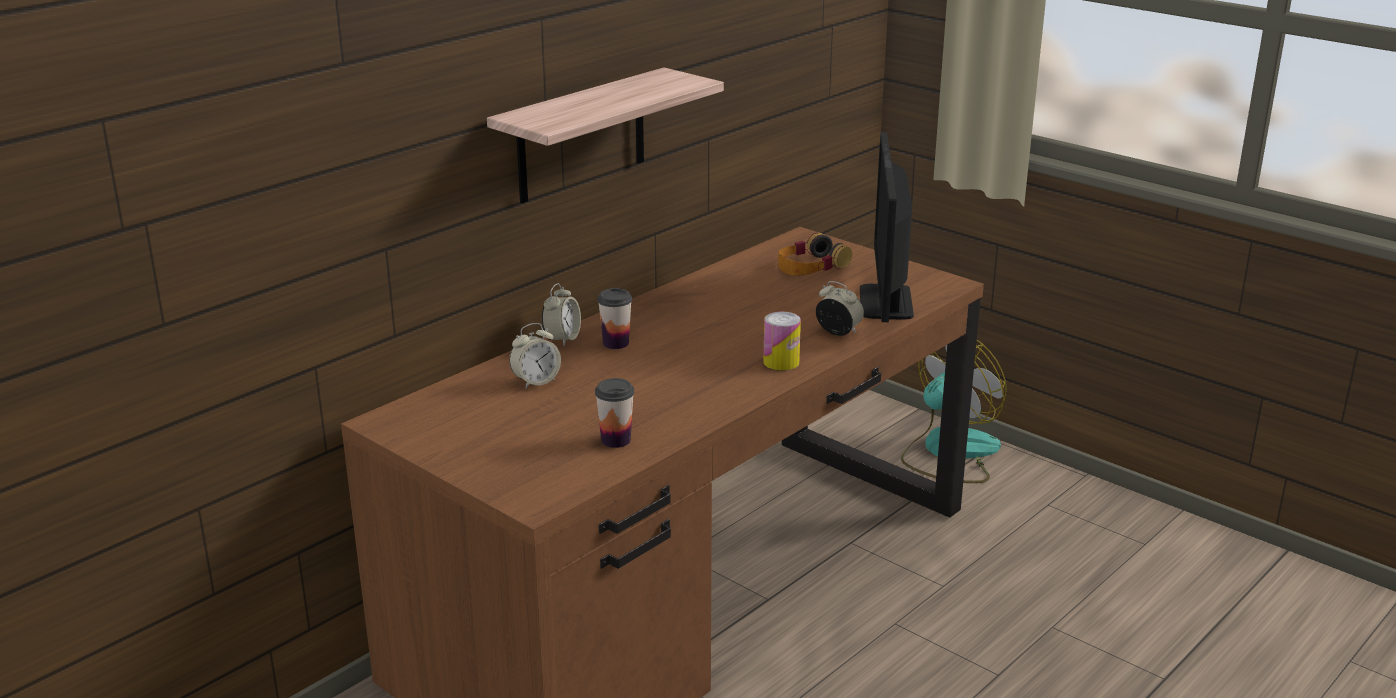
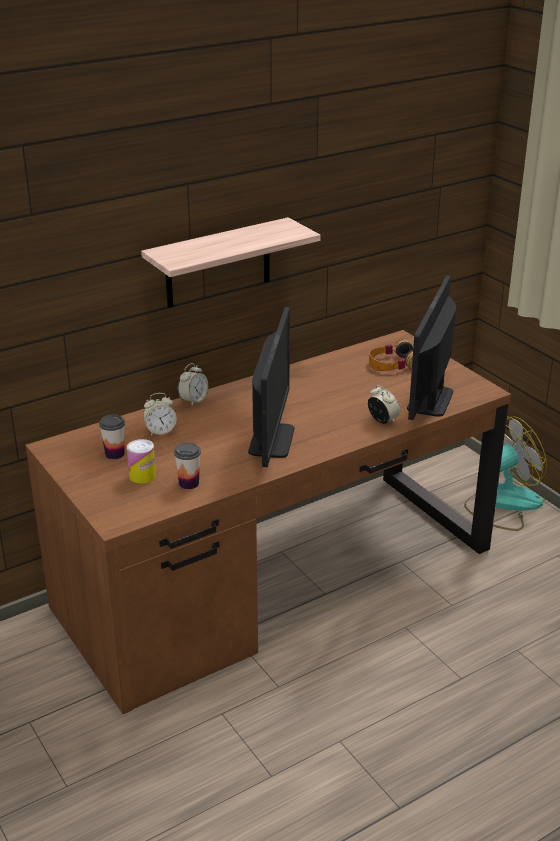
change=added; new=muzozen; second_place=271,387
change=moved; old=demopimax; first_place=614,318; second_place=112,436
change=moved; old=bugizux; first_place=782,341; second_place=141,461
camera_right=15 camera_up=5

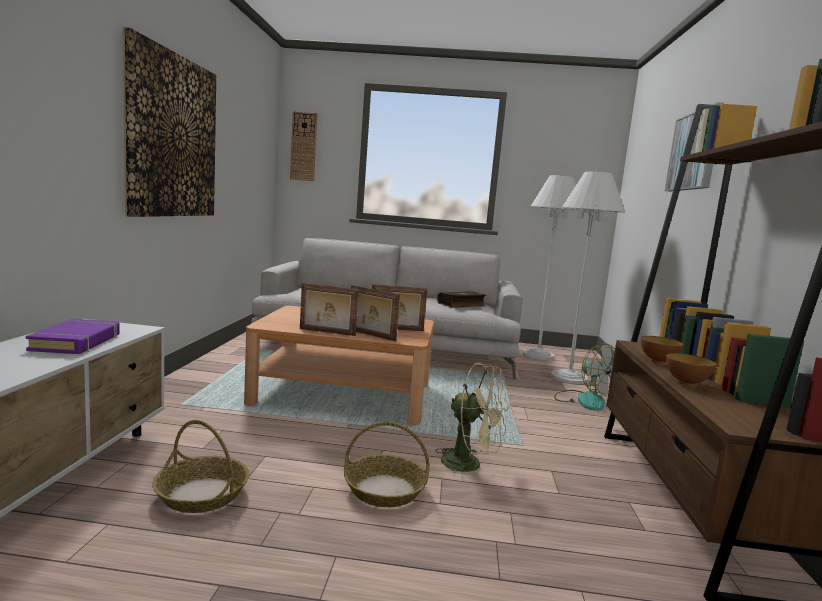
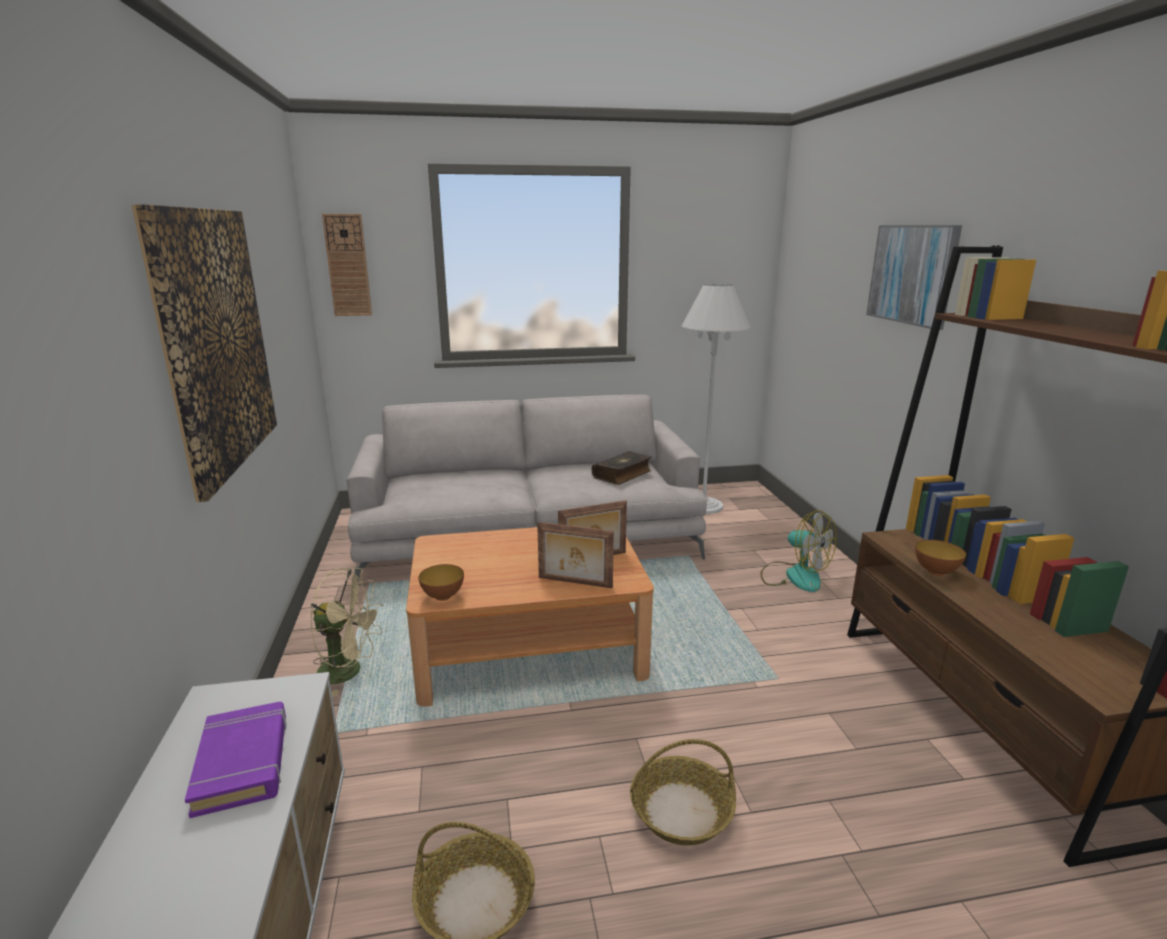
change=removed; old=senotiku; first_place=329,309
change=removed; old=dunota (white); first_place=588,278
change=moved; old=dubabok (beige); first_place=471,422; second_place=347,632
change=moved; old=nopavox; first_place=691,369; second_place=441,582
camera_right=-15 camera_up=10

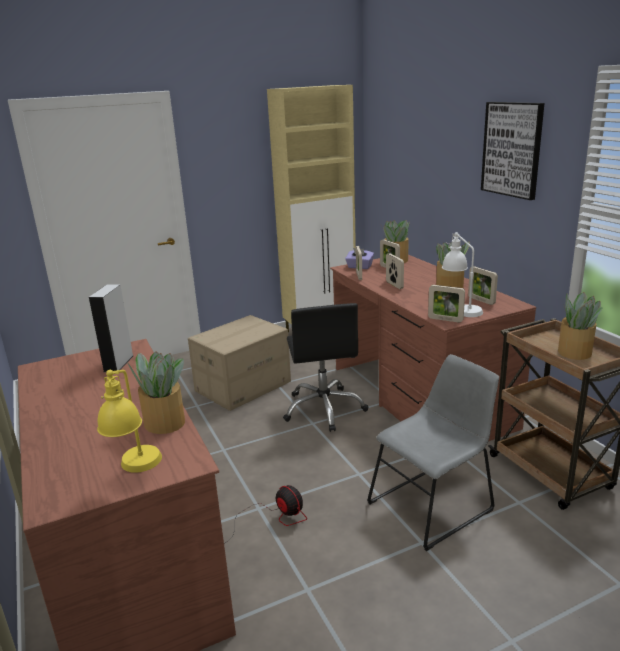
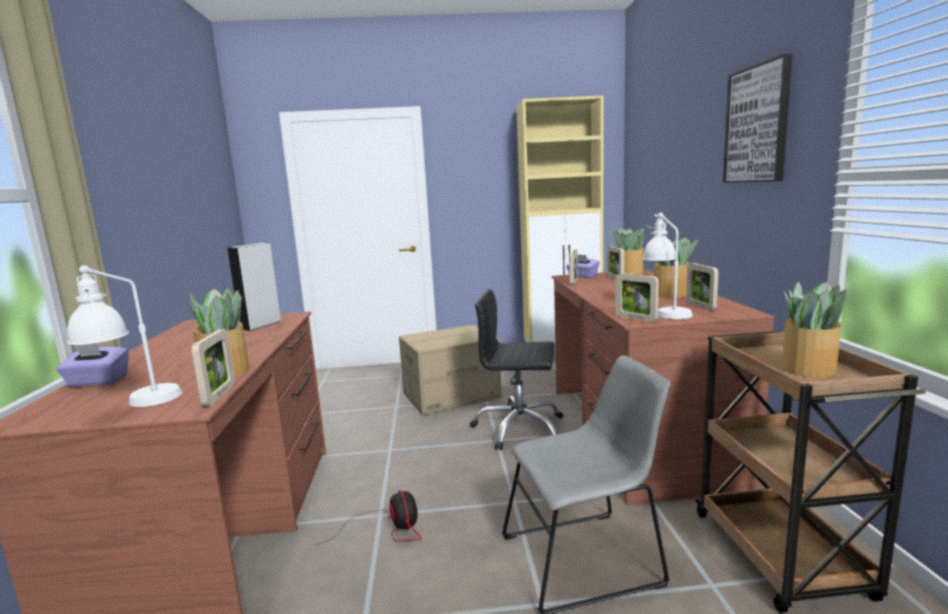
change=added; new=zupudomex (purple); second_place=92,365
change=moved; old=senotiku; first_place=395,271; second_place=213,367
change=recoloured; old=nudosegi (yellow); new=nudosegi (white); first_place=129,421; second_place=124,336
change=turned; old=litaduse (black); first_place=325,367; second_place=516,369; degrees=90
camera_right=20 camera_up=-10

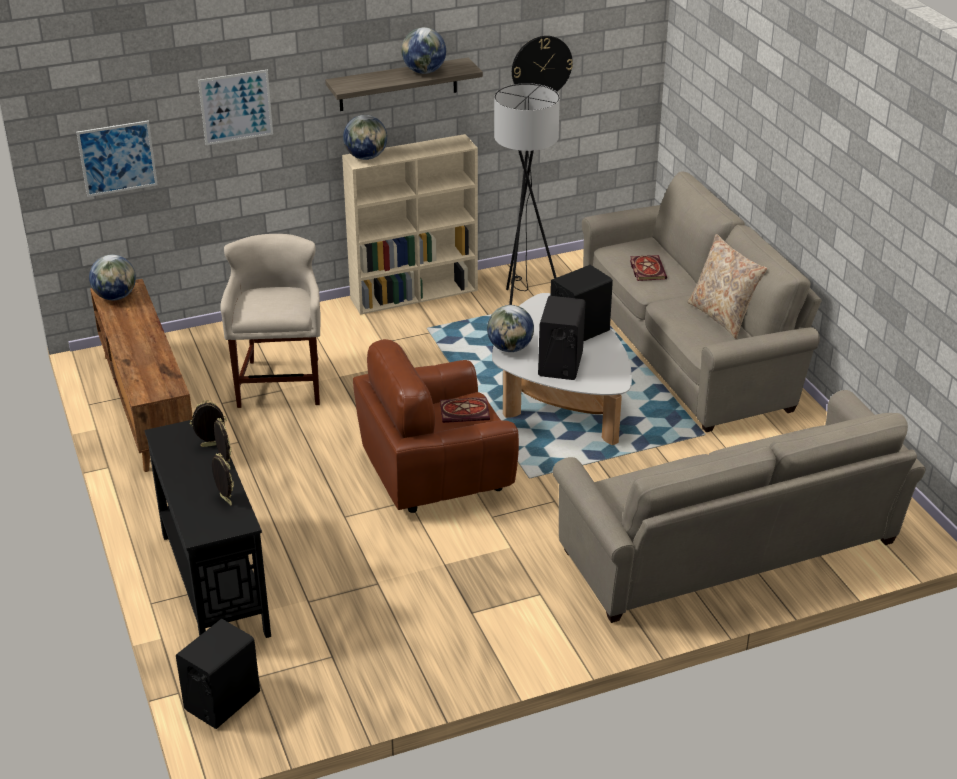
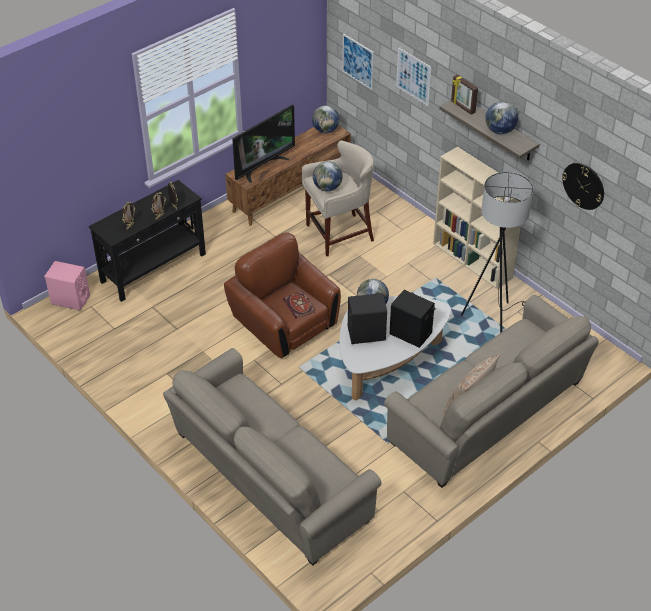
change=removed; old=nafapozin; first_place=648,268
change=added; new=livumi; second_place=263,143
change=added; new=senotiku; second_place=464,94
change=moved; old=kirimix; first_place=365,137; second_place=327,176
change=recoloured; old=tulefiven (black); new=tulefiven (pink); first_place=218,674; second_place=67,286
camera_right=70 camera_up=10

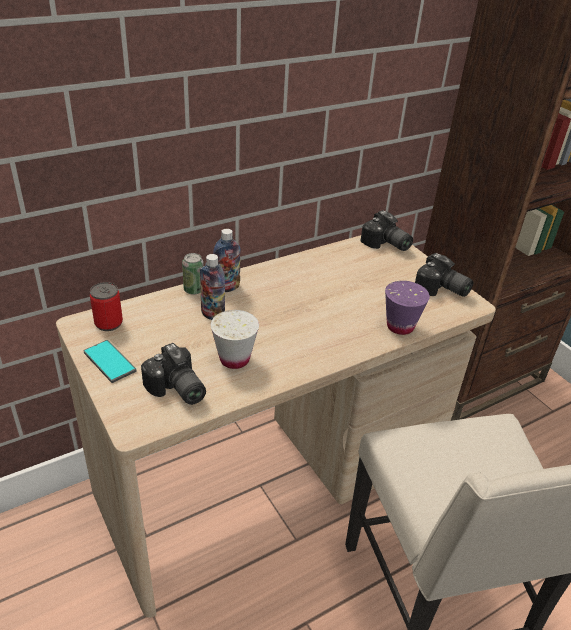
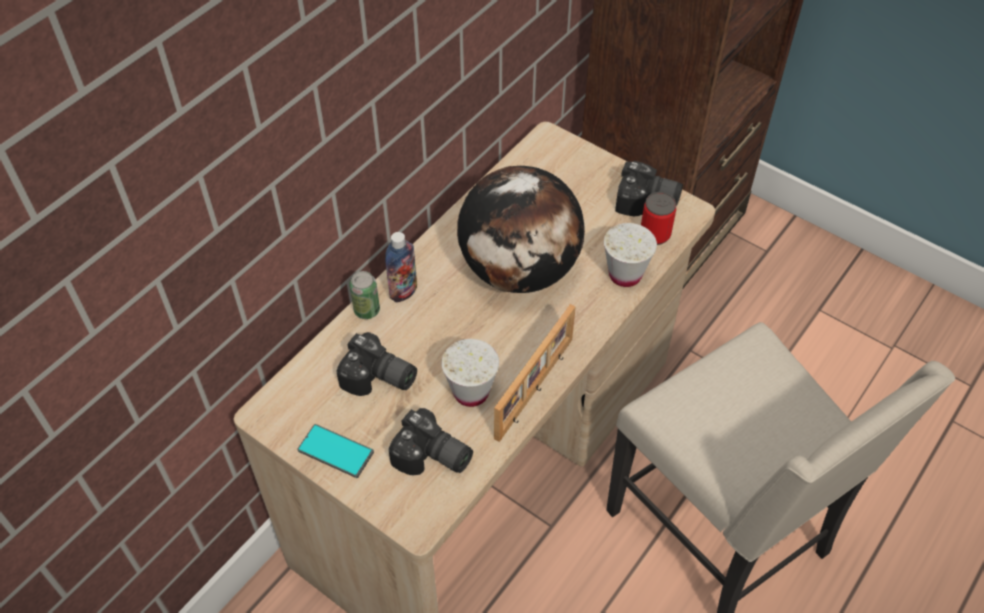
change=removed; old=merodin; first_place=212,287
change=added; new=kirimix; second_place=521,229
change=added; new=senotiku; second_place=535,373
change=moved; old=bugizux; first_place=106,306; second_place=658,218
change=moved; old=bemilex; first_place=387,230; second_place=377,364
change=recoloured; old=demopimax (purple); new=demopimax (white); first_place=407,308; second_place=630,255
camera_right=-20 camera_up=15

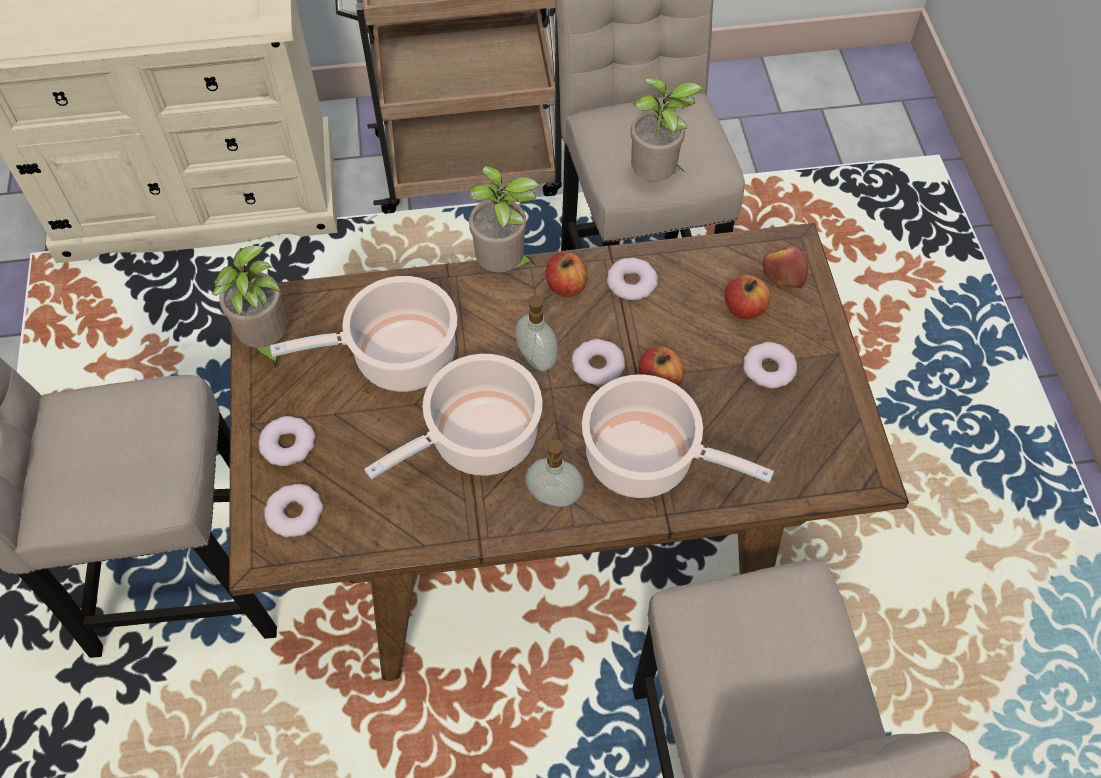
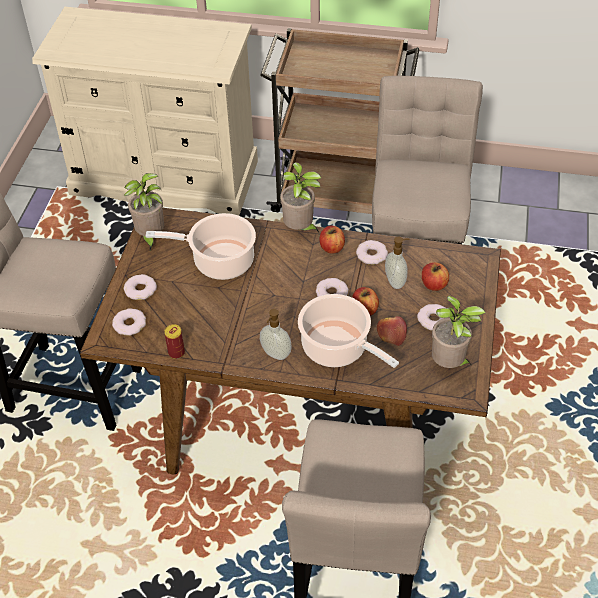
change=removed; old=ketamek; first_place=453,416
change=added; new=bugizux; second_place=174,341
change=moved; old=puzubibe; first_place=536,332; second_place=397,263
change=moved; old=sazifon; first_place=667,129; second_place=458,331
change=moved; old=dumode; first_place=785,267; second_place=392,331
camera_right=20 camera_up=-10

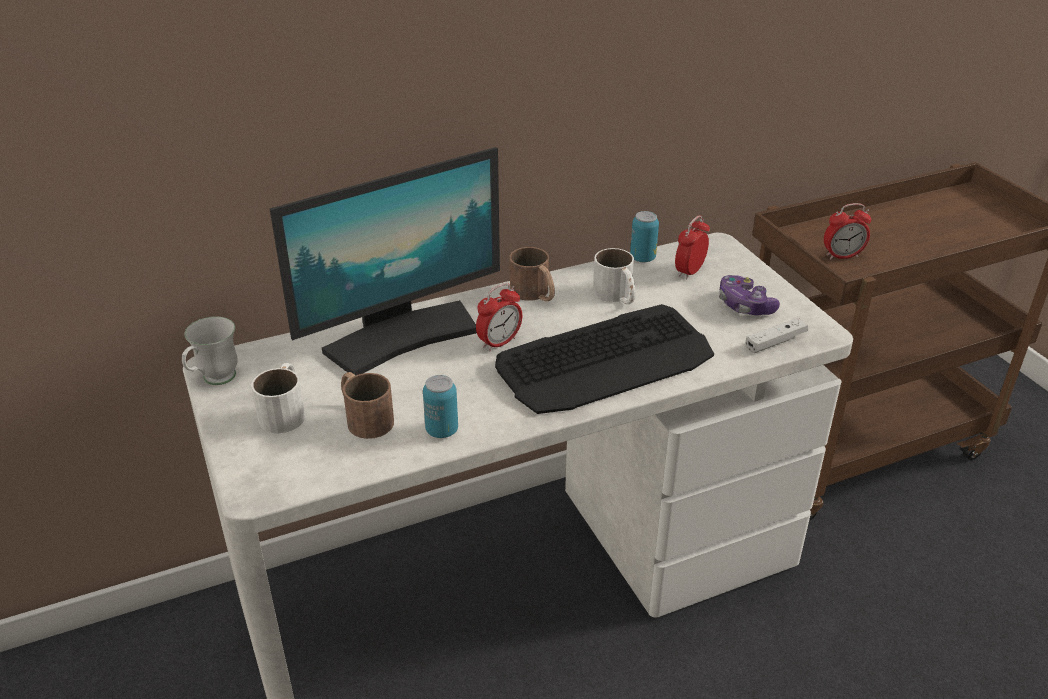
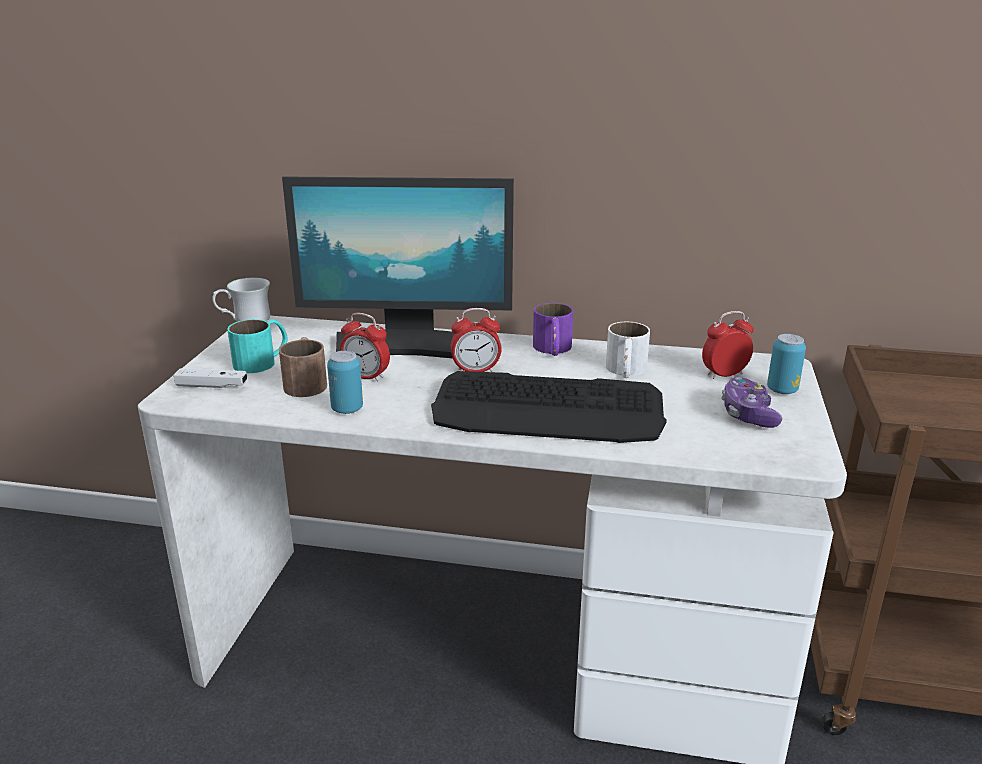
change=moved; old=bugizux; first_place=644,236; second_place=786,364
change=moved; old=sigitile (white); first_place=777,335; second_place=210,378
change=moved; old=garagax; first_place=847,231; second_place=365,347
change=recoloured; old=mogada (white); new=mogada (turquoise); first_place=278,398; second_place=257,346
change=recoloured; old=mogada (brown); new=mogada (purple); first_place=532,274; second_place=553,329
camera_right=35 camera_up=-10

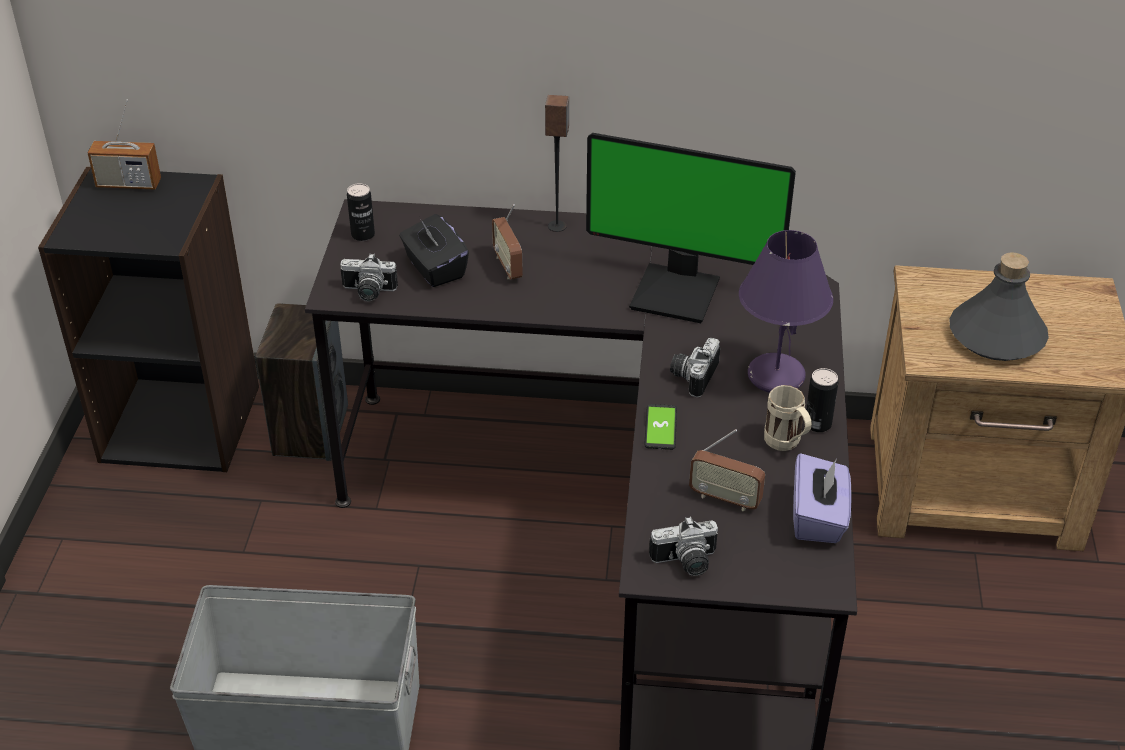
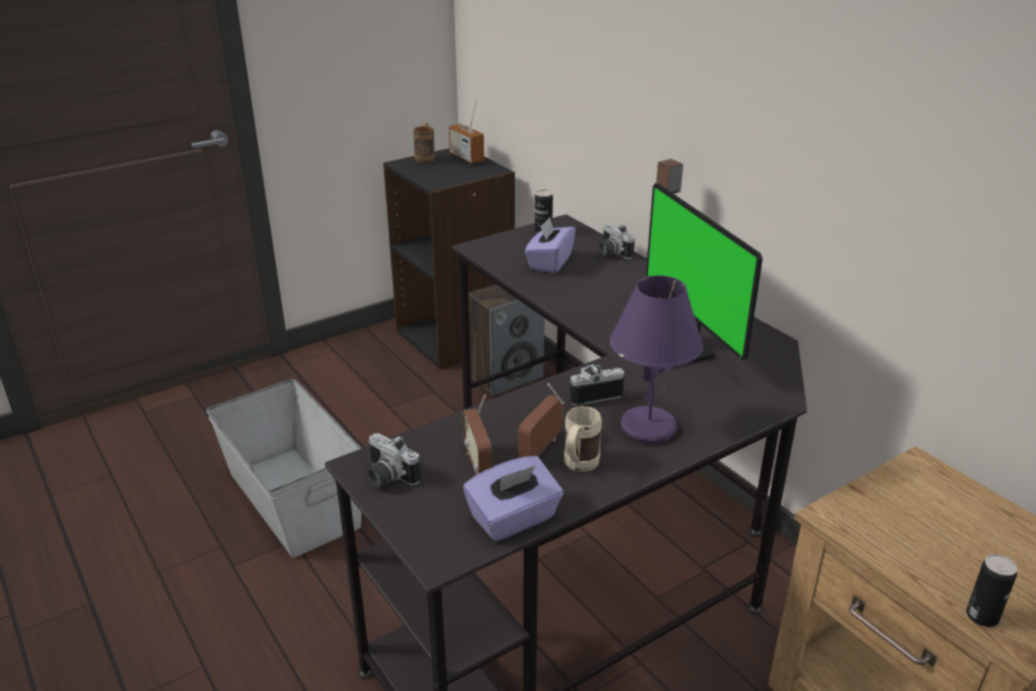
change=removed; old=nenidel; first_place=660,427
change=removed; old=merodin (grey); first_place=999,306
change=added; new=mogada (brown); second_place=424,143
change=moved; old=bemilex; first_place=369,277; second_place=617,241
change=moved; old=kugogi; first_place=507,241; second_place=541,420
change=moved; old=bugizux; first_place=822,400; second_place=992,590
change=recoloured; old=zupudomex (black); new=zupudomex (purple); first_place=434,250; second_place=550,245
camera_right=50 camera_up=-10

